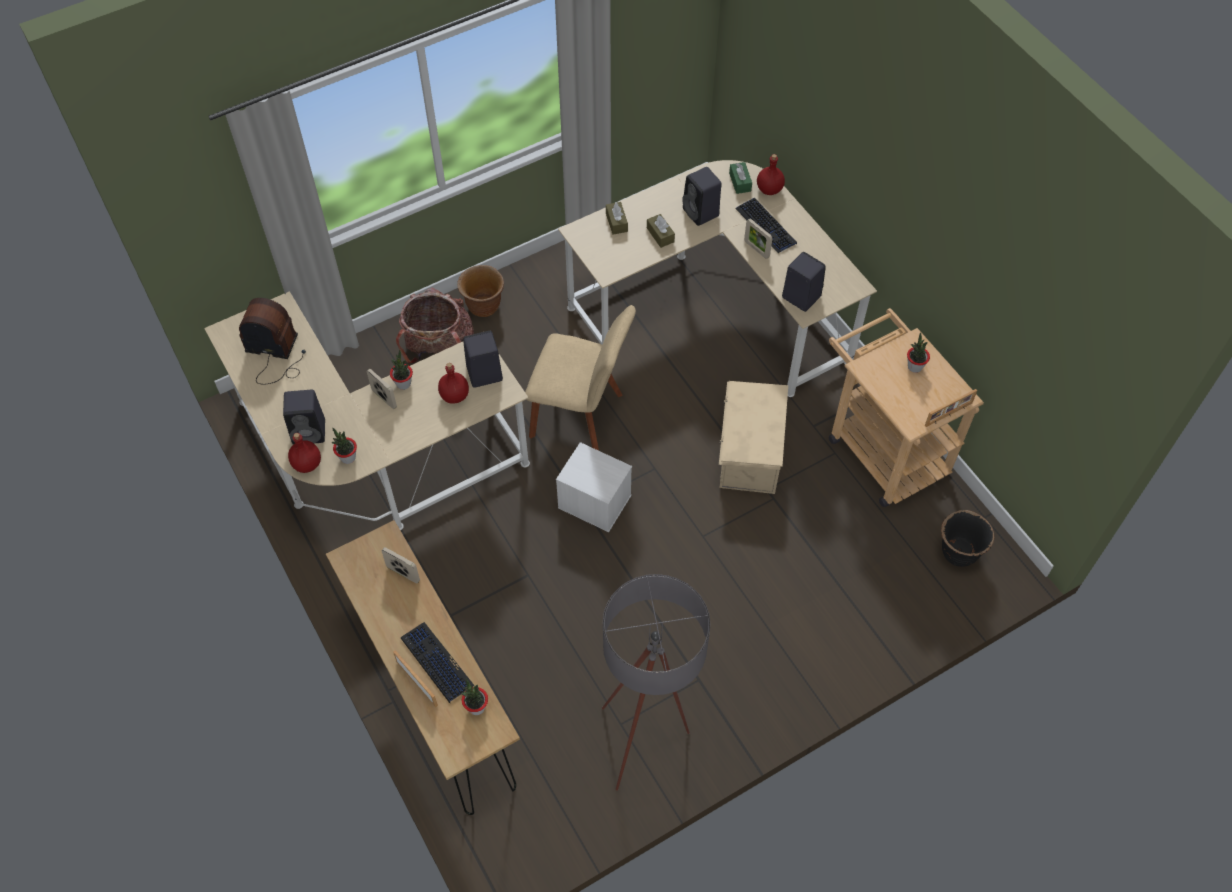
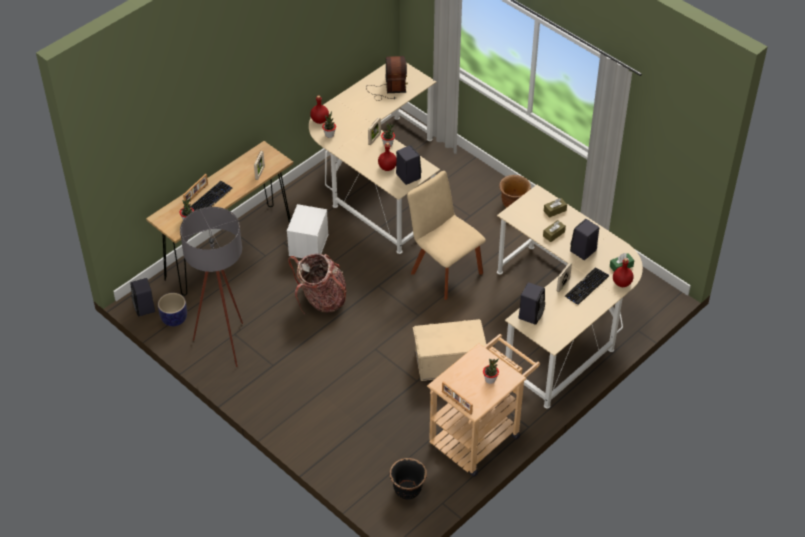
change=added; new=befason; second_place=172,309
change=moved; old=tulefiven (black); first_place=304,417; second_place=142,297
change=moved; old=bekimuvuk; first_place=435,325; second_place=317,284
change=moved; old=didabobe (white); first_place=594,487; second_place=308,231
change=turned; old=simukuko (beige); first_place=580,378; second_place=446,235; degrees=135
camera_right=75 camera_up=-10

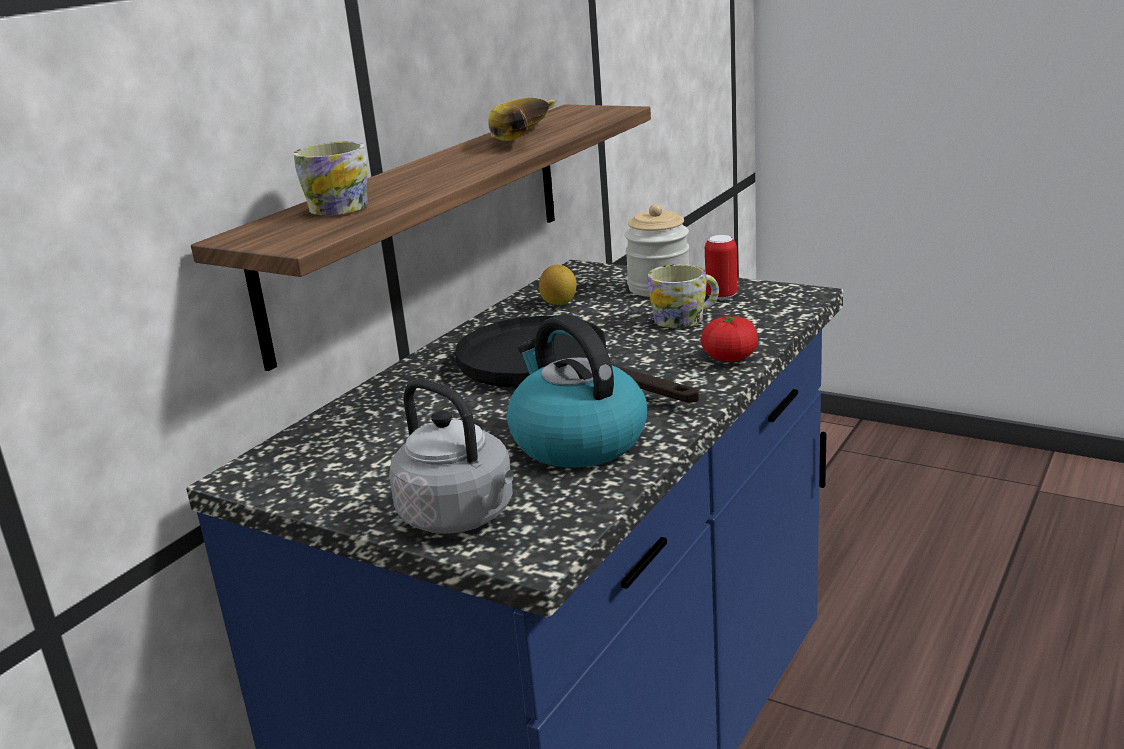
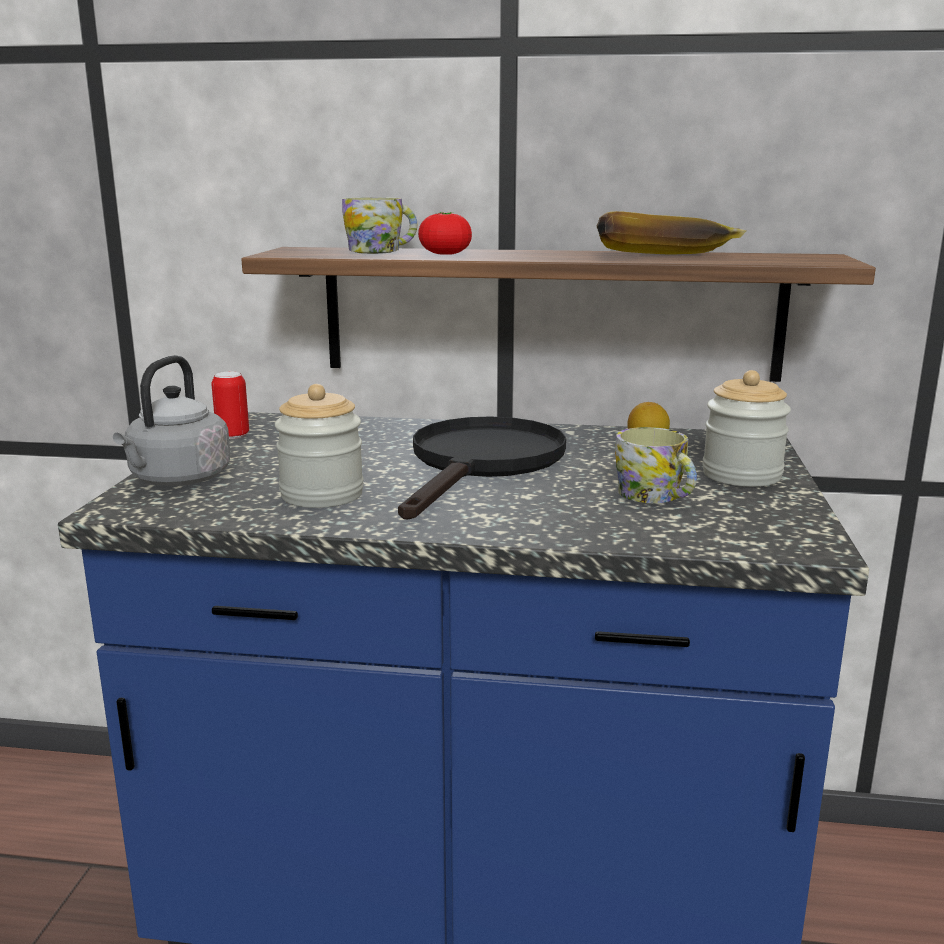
change=moved; old=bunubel; first_place=729,339; second_place=445,233
change=moved; old=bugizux; first_place=721,267; second_place=230,406
change=replaced; old=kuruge; new=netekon; first_place=577,391; second_place=319,446
camera_right=65 camera_up=-5

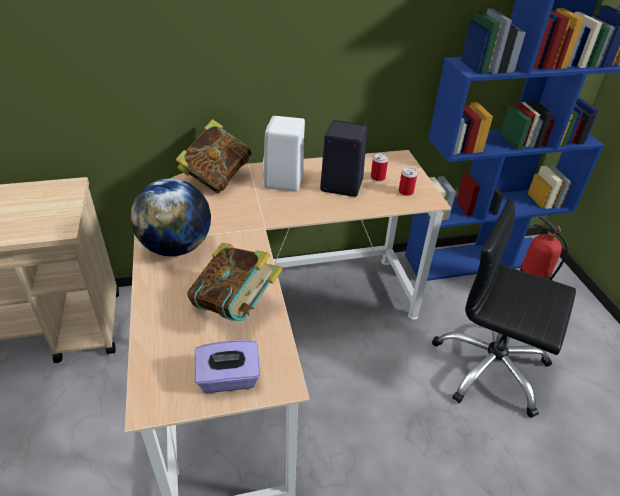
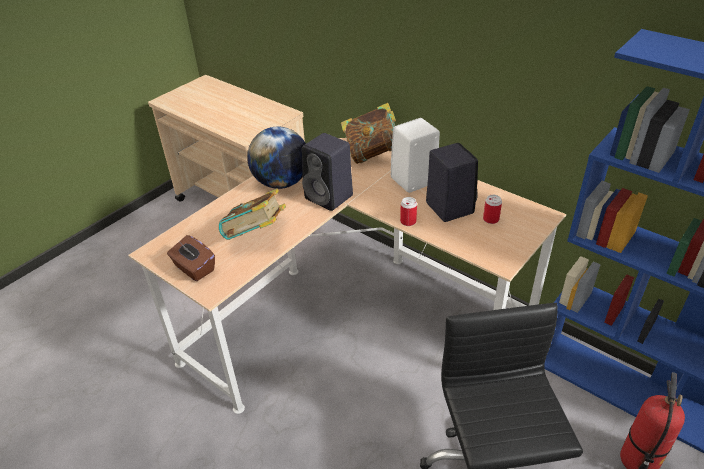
change=added; new=tulefiven (black); second_place=327,172
change=moved; old=bugizux; first_place=407,181; second_place=408,211
change=recoloured; old=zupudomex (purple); new=zupudomex (brown); first_place=227,366; second_place=191,258
camera_right=55 camera_up=0

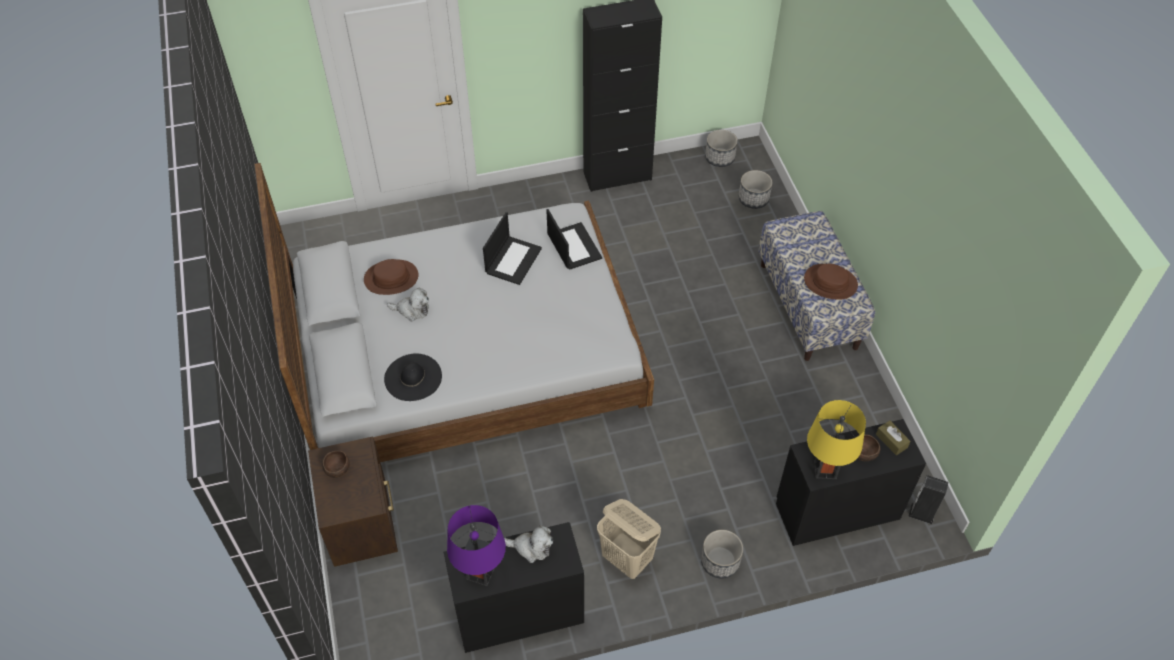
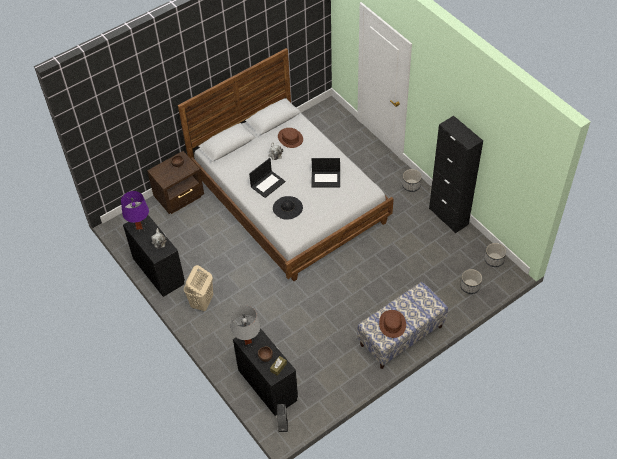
change=moved; old=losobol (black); first_place=413,377; second_place=288,208
change=moved; old=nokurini; first_place=574,239; second_place=267,178
change=moved; old=befason; first_place=722,554; second_place=412,180
change=recoloured; old=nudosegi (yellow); new=nudosegi (grey); first_place=836,439; second_place=245,327
camera_right=70 camera_up=0

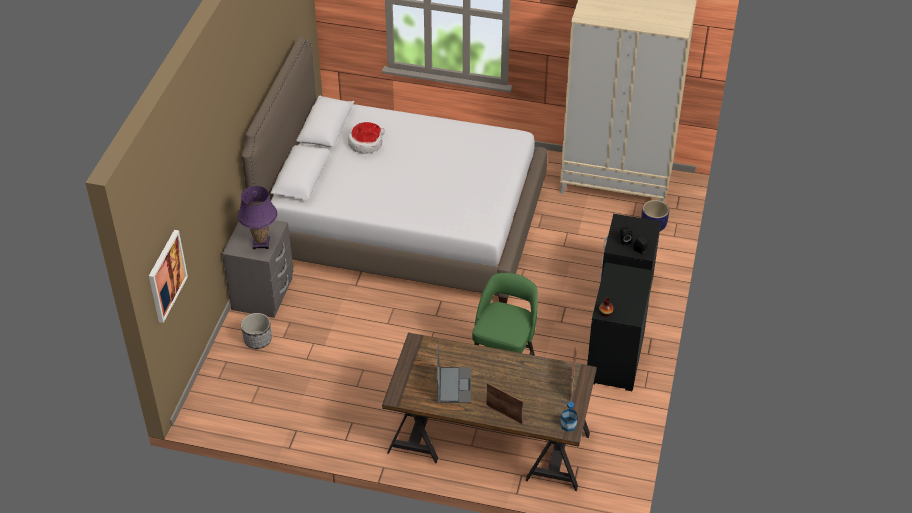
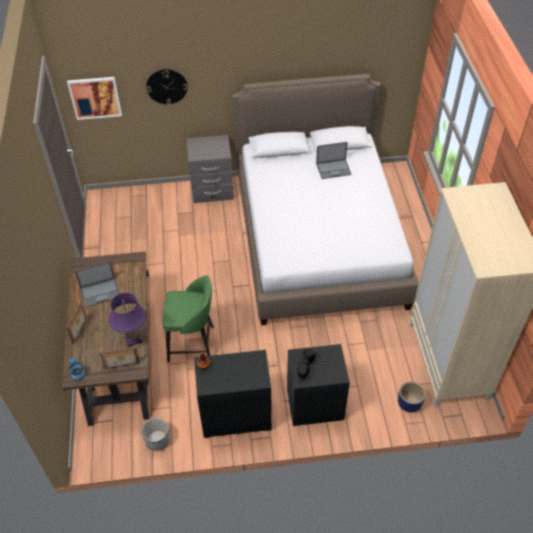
change=added; new=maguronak; second_place=167,87
change=moved; old=nudosegi (purple); first_place=257,217; second_place=128,320
change=moved; old=befason; first_place=256,331; second_place=155,434
change=replaced; old=losobol; new=nokurini; first_place=366,138; second_place=334,160
camera_right=70 camera_up=5

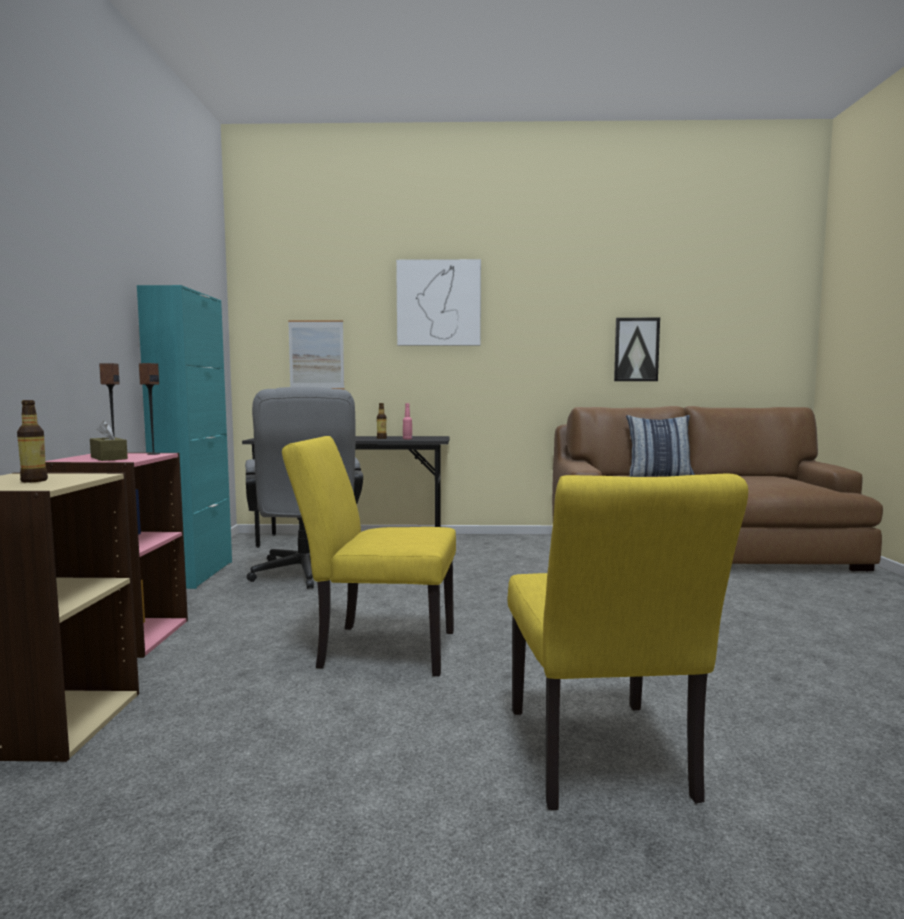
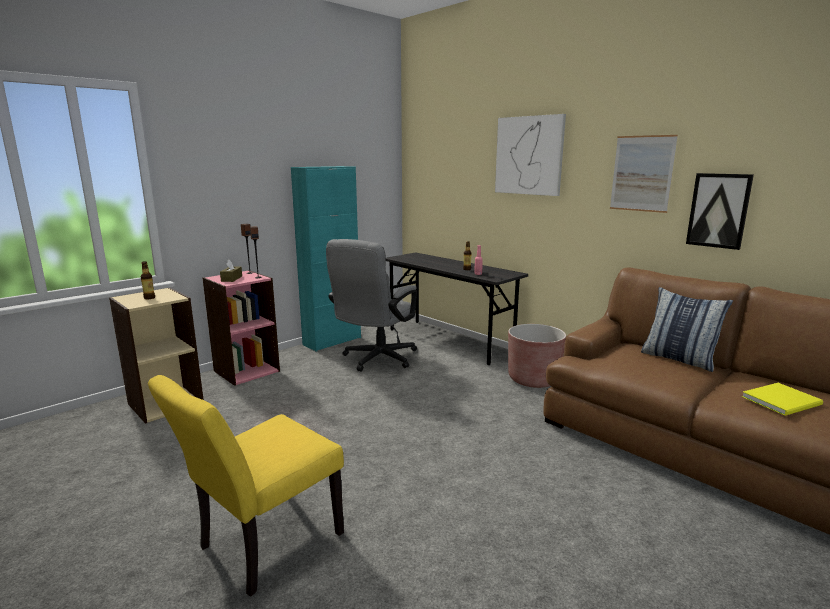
change=removed; old=simukuko (yellow); first_place=369,556
change=added; new=befason (brown); second_place=537,356
change=added; new=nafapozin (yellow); second_place=782,399
change=moved; old=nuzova; first_place=316,354; second_place=644,174
camera_right=45 camera_up=10

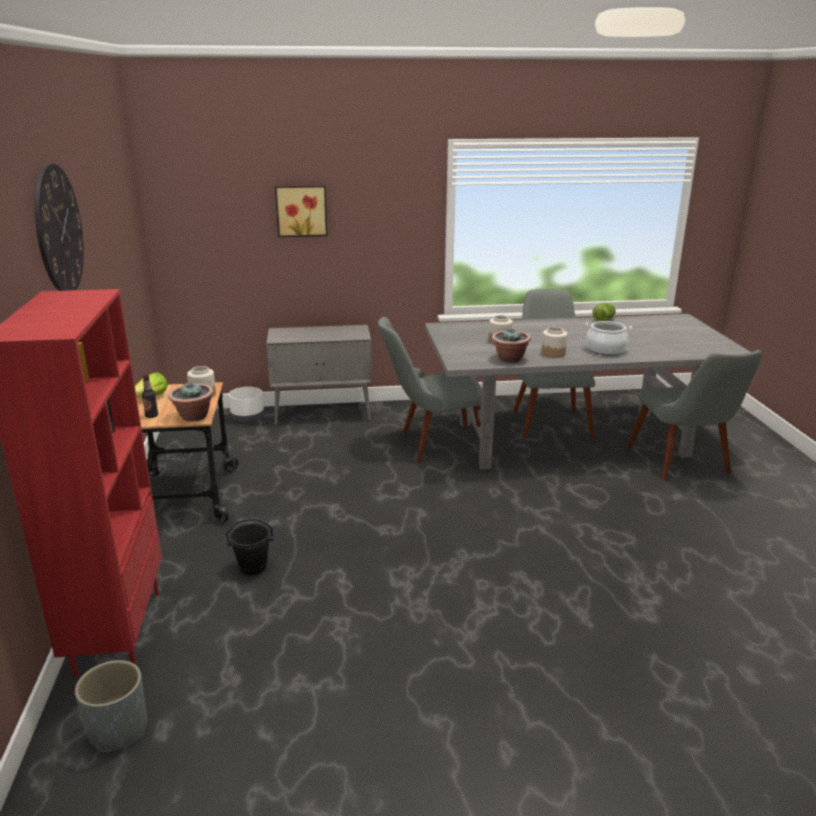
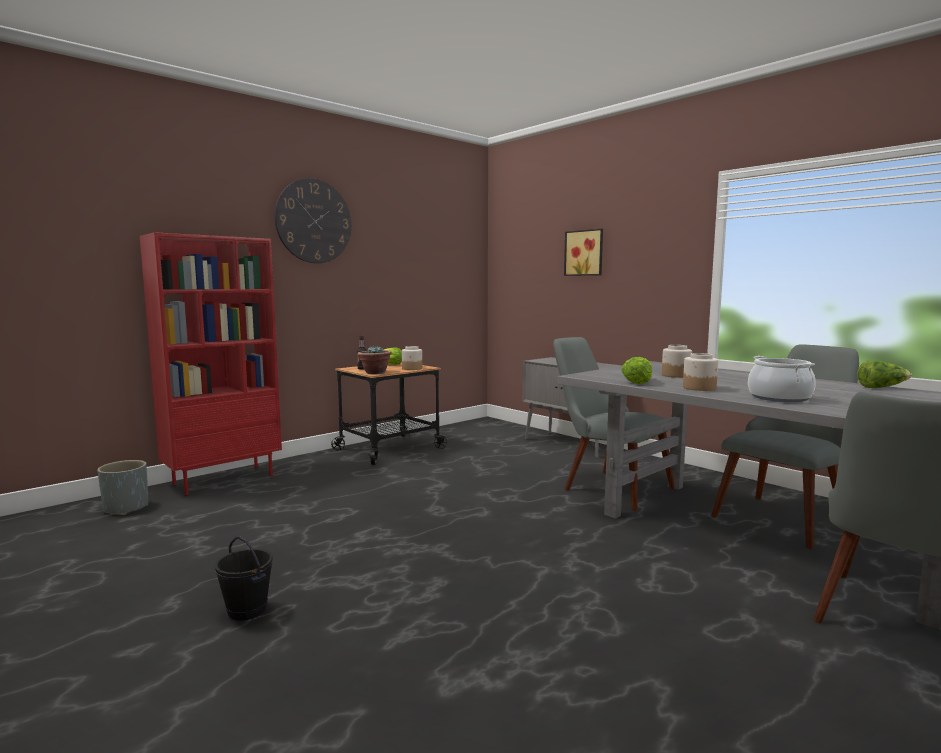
change=removed; old=befason (white); first_place=246,404
change=moved; old=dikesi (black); first_place=250,547; second_place=244,578
change=replaced; old=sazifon; new=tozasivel; first_place=511,345; second_place=636,370
camera_right=55 camera_up=-15

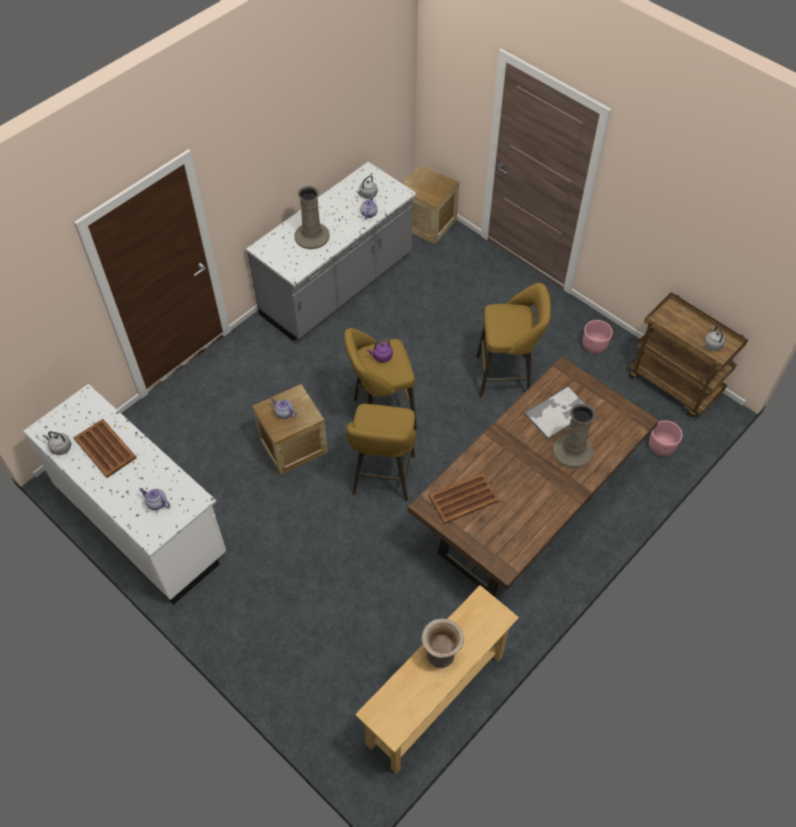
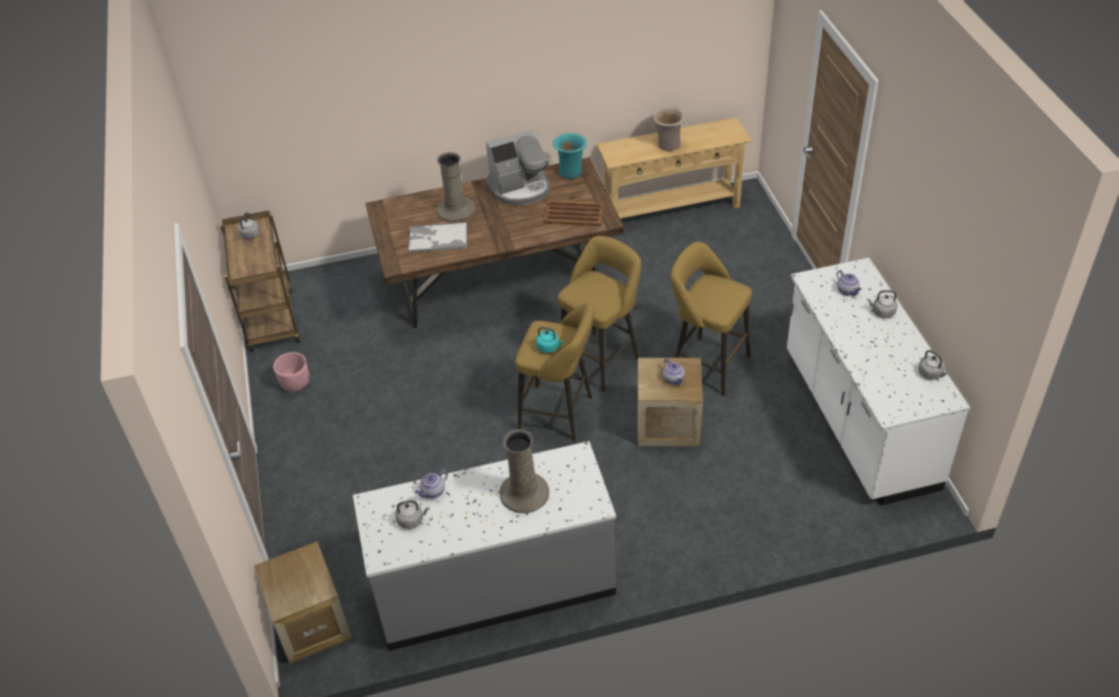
change=removed; old=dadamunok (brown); first_place=105,448
change=removed; old=befason (pink); first_place=666,438
change=added; new=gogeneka; second_place=518,167
change=added; new=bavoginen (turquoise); second_place=570,156
change=added; new=kuruge (grey); second_place=882,304
change=moved; old=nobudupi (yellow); first_place=513,340; second_place=711,319
change=recoloured; old=kuruge (purple); new=kuruge (turquoise); first_place=380,350; second_place=550,340
camera_right=-145 camera_up=-10

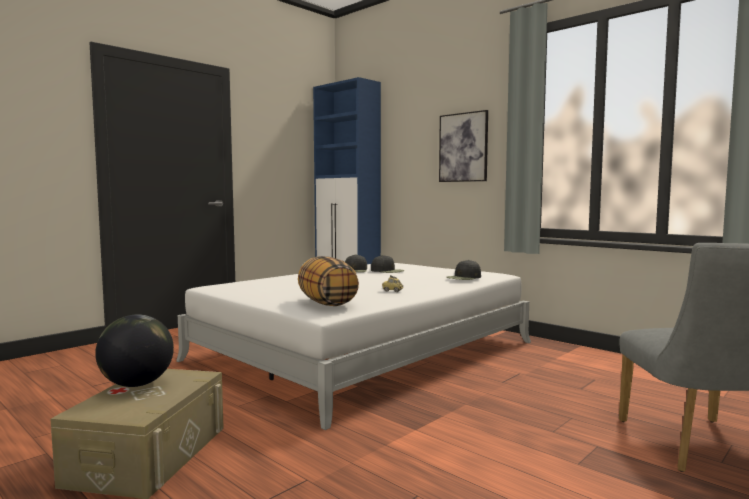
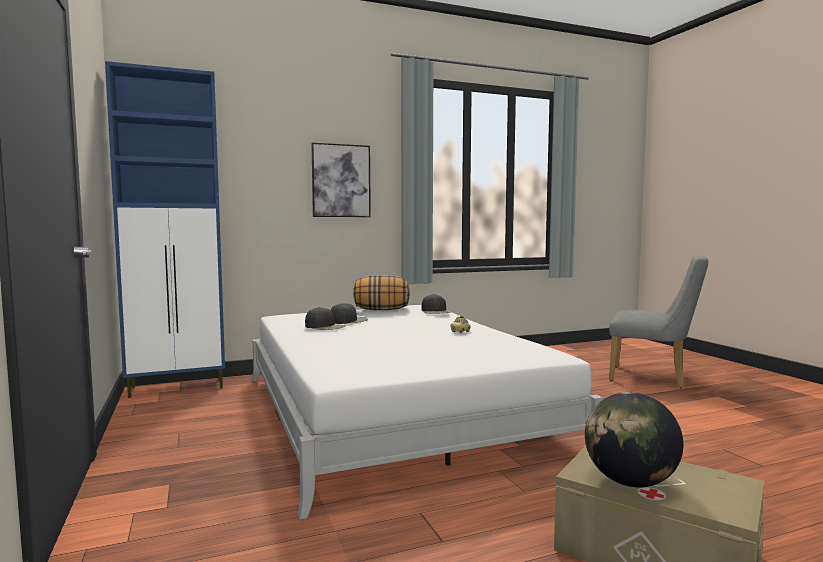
change=moved; old=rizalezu; first_place=328,281; second_place=381,292
camera_right=-65 camera_up=0

